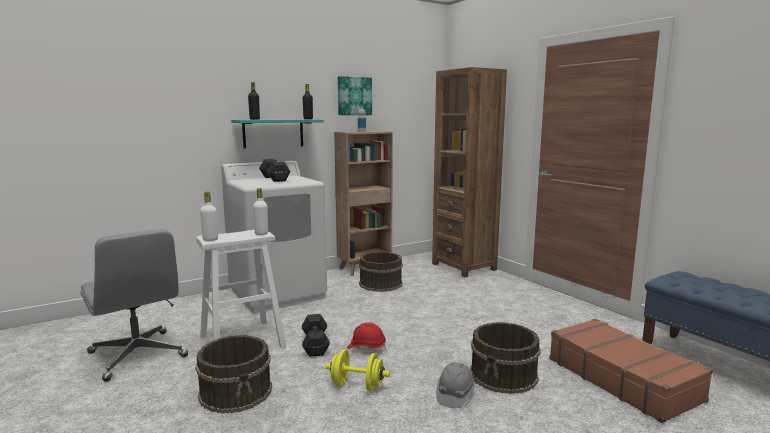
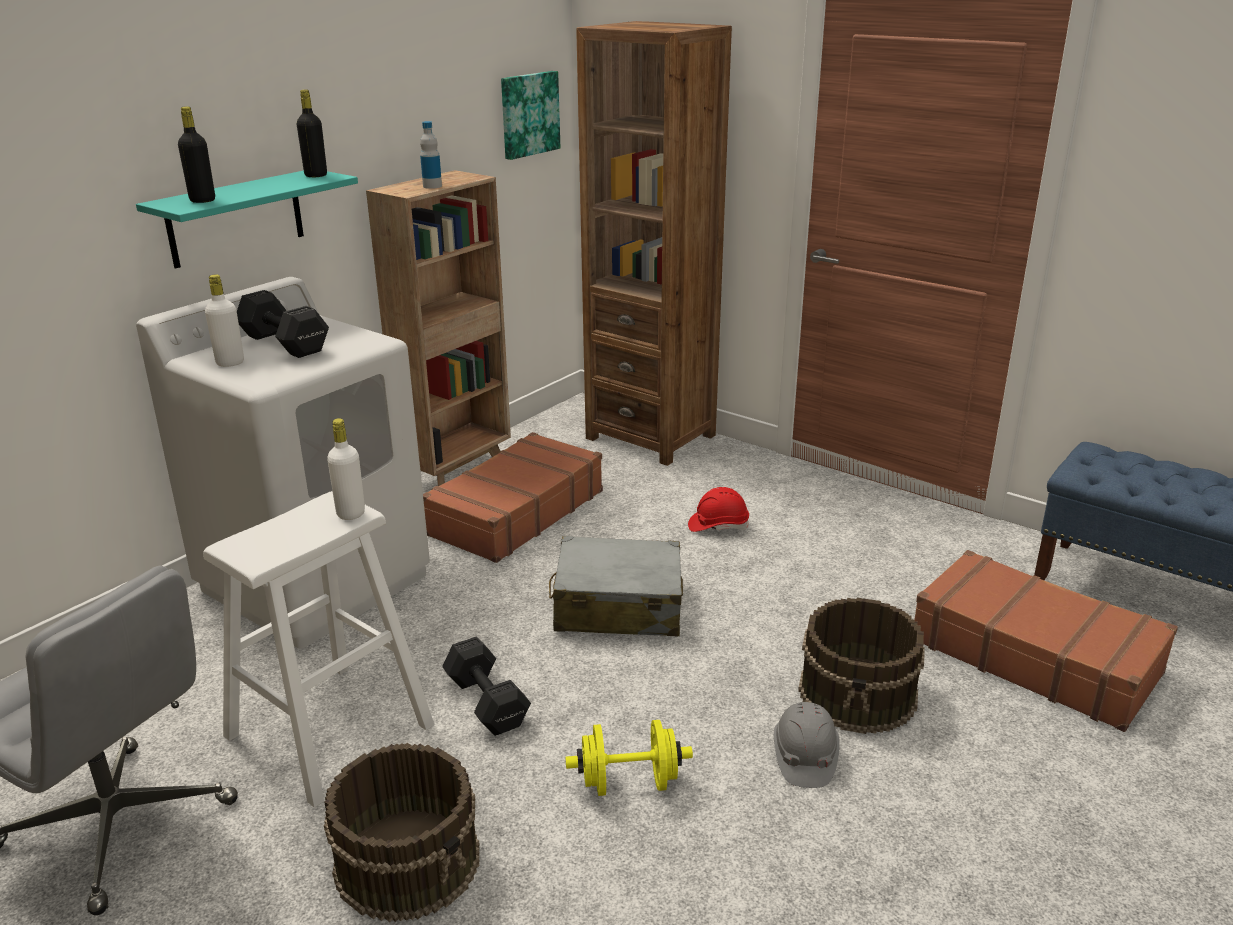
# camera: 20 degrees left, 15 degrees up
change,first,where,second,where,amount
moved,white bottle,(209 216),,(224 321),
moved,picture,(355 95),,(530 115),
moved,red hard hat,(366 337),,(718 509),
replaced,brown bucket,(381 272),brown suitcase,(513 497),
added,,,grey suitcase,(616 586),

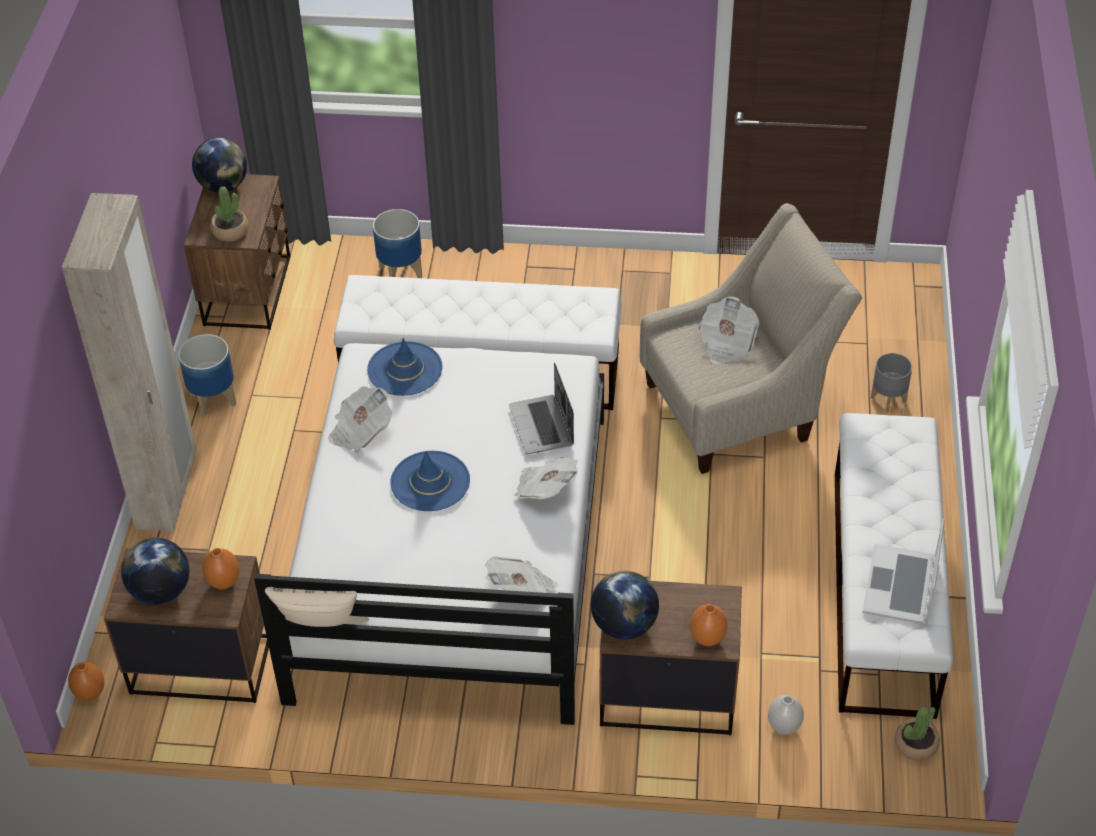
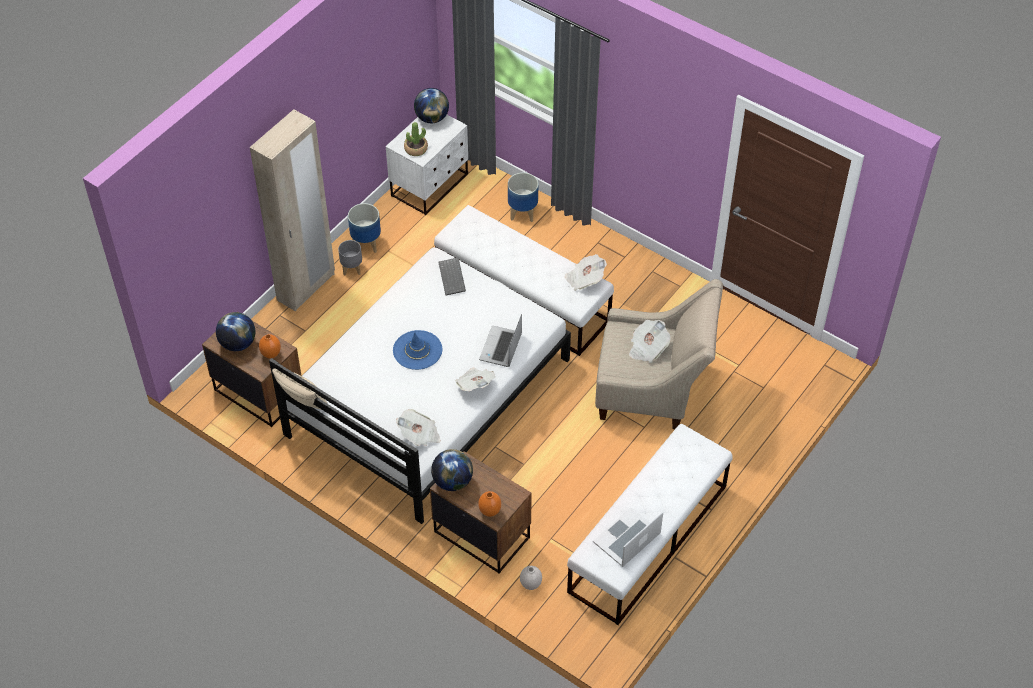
# camera: 30 degrees right, 5 degrees up
change,first,where,second,where,amount
removed,orange vase,(86 681),,,
recoloured,brown nightstand,(237 252),white nightstand,(427 165),
moved,newspaper,(360 419),,(586 272),
replaced,blue hat,(405 367),keyboard,(452 276),
moved,grey planter,(891 383),,(350 257),
removed,potted plant,(917 733),,,

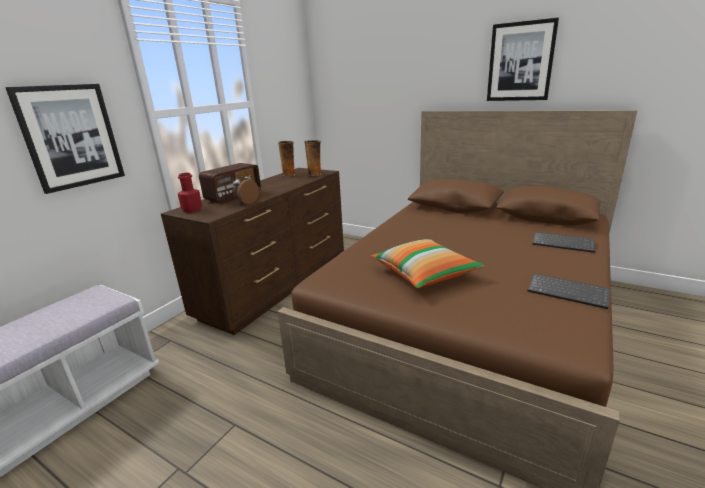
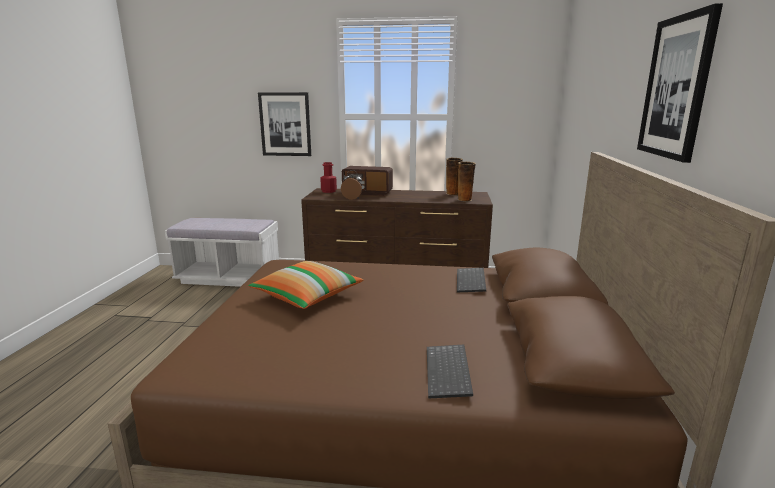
# camera: 65 degrees right, 5 degrees down
change,first,where,second,where,amount
moved,keyboard,(568 291),,(471 280),

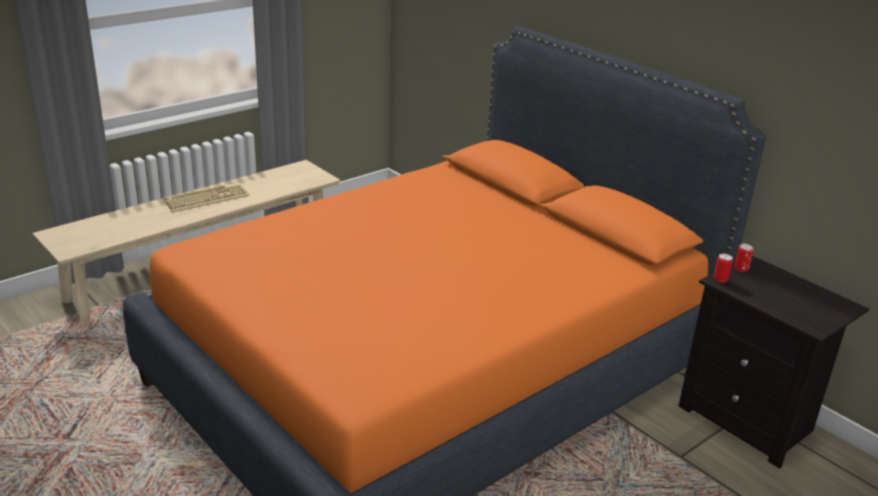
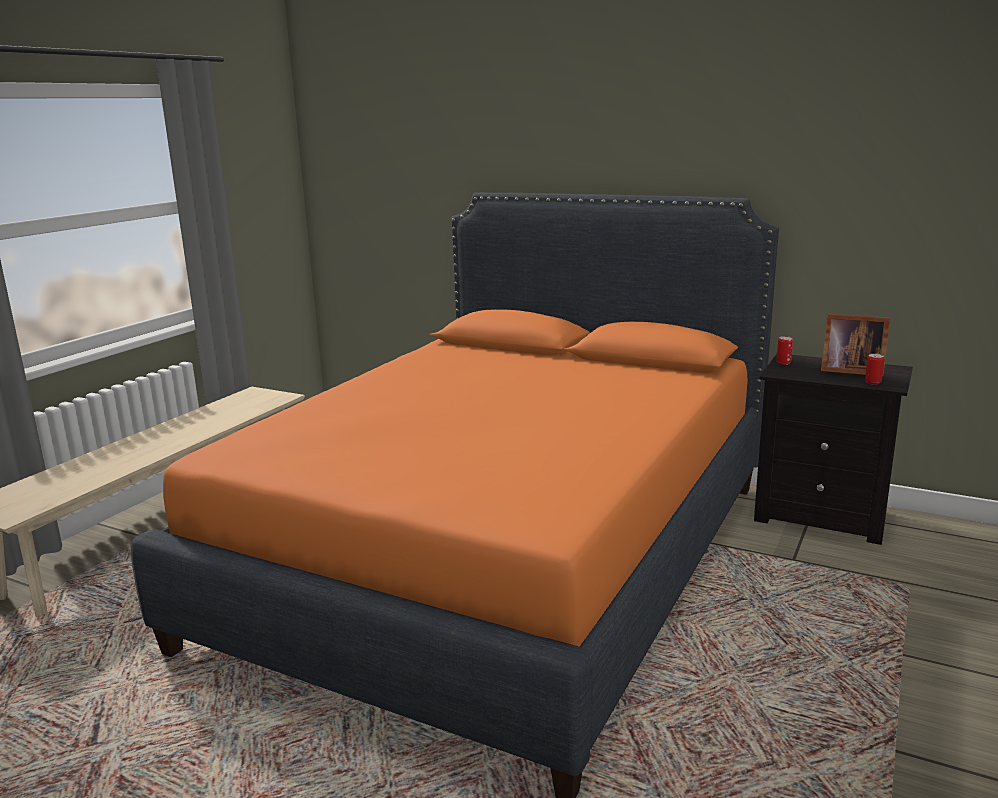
# camera: 20 degrees left, 10 degrees down
change,first,where,second,where,amount
removed,keyboard,(206 197),,,
moved,can,(723 268),,(874 369),
added,,,picture frame,(855 345),

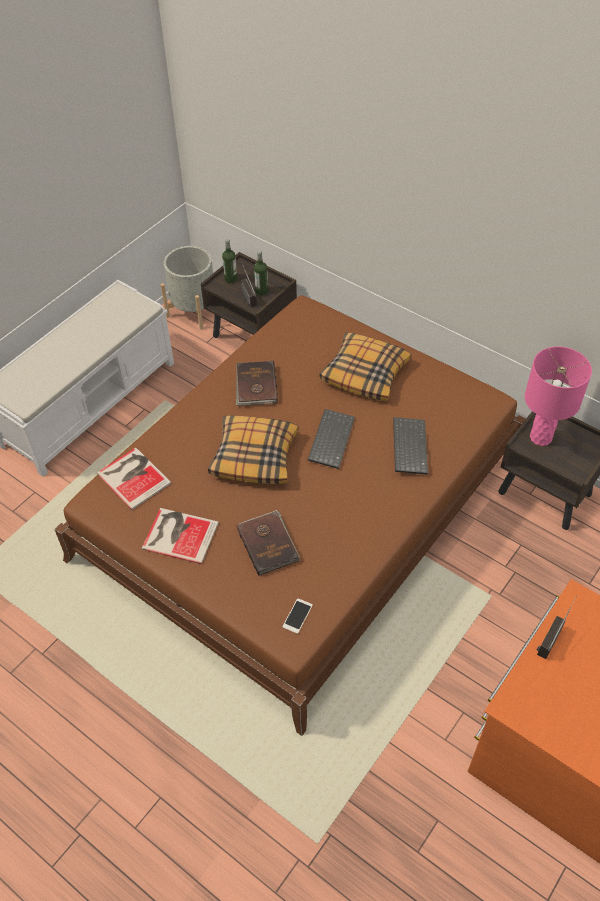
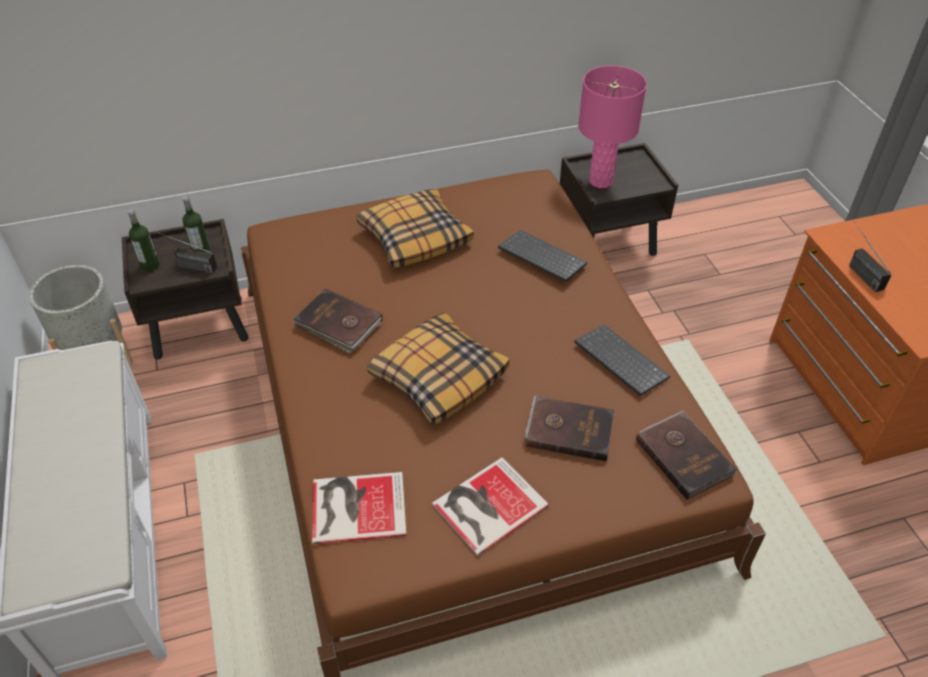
# camera: 55 degrees left, 5 degrees down
change,first,where,second,where,amount
replaced,phone,(297 616),brown book,(686 455),
moved,keyboard,(331 439),,(622 360),

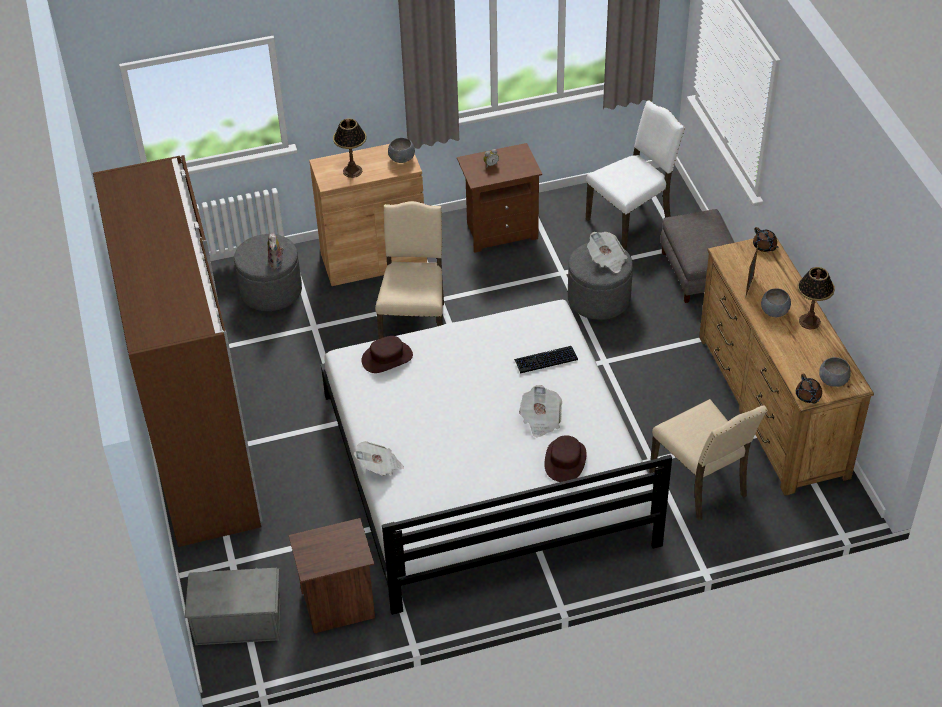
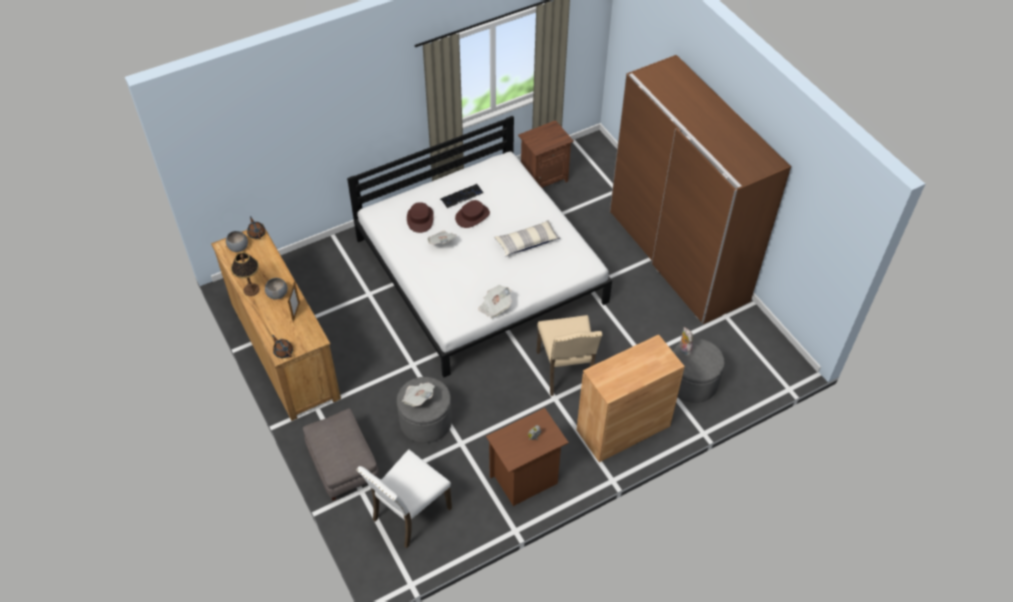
# camera: 165 degrees right, 5 degrees up
change,first,where,second,where,amount
removed,grey storage box,(232 606),,,
removed,table lamp,(349 148),,,
moved,newspaper,(379 458),,(495 301),
moved,brown hat,(387 354),,(472 214),
removed,grey bowl,(401 150),,,
moved,keyboard,(546 359),,(461 196),
removed,beige chair,(708 460),,,
added,,,pillow,(527 238),

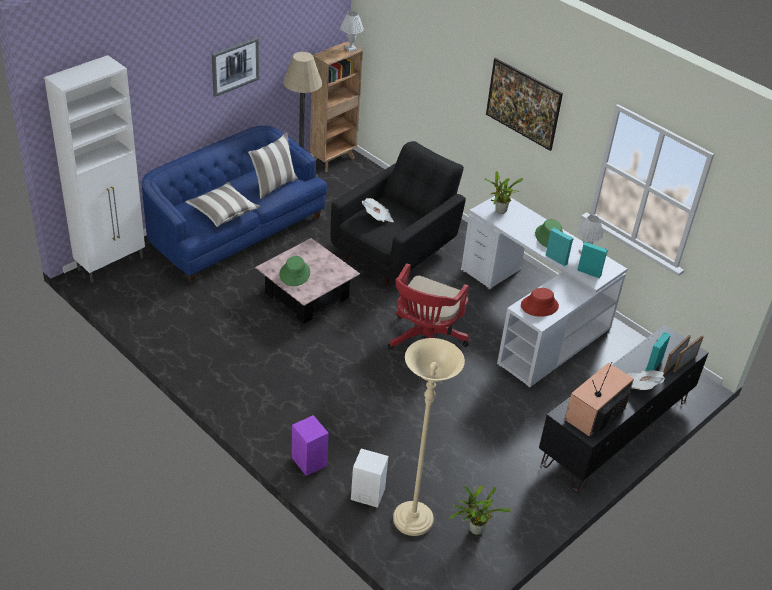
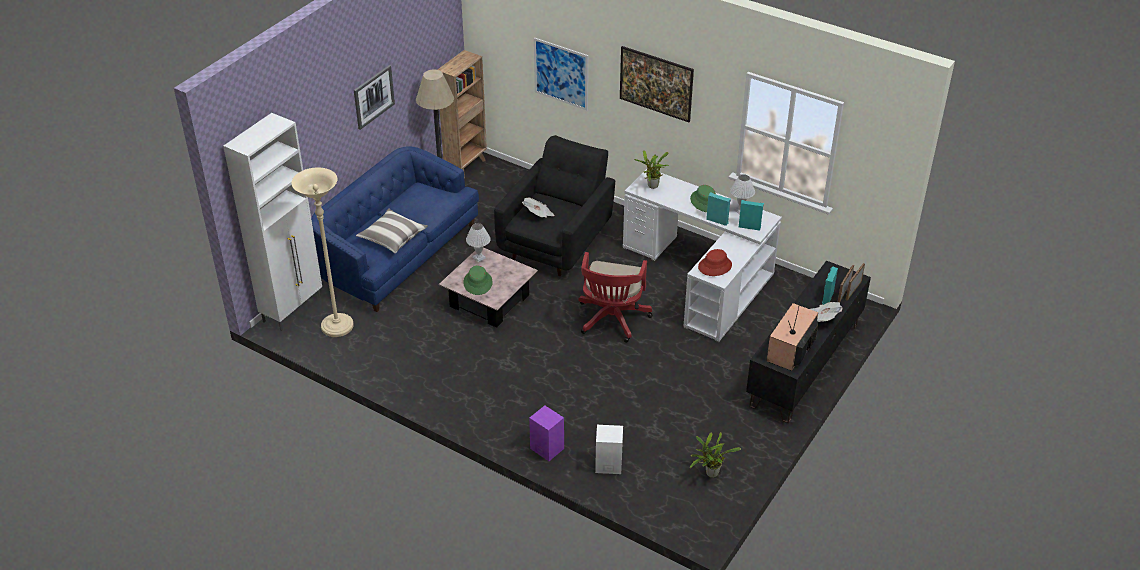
# camera: 10 degrees left, 0 degrees up
change,first,where,second,where,amount
removed,pillow,(273 165),,,
moved,white table lamp,(352 31),,(478 242),
moved,beige floor lamp,(429 437),,(323 252),
added,,,picture,(561 74),

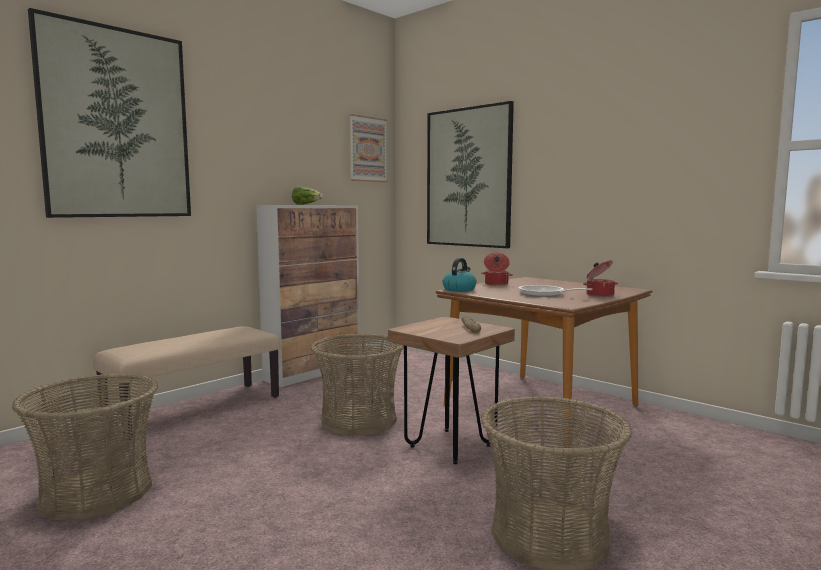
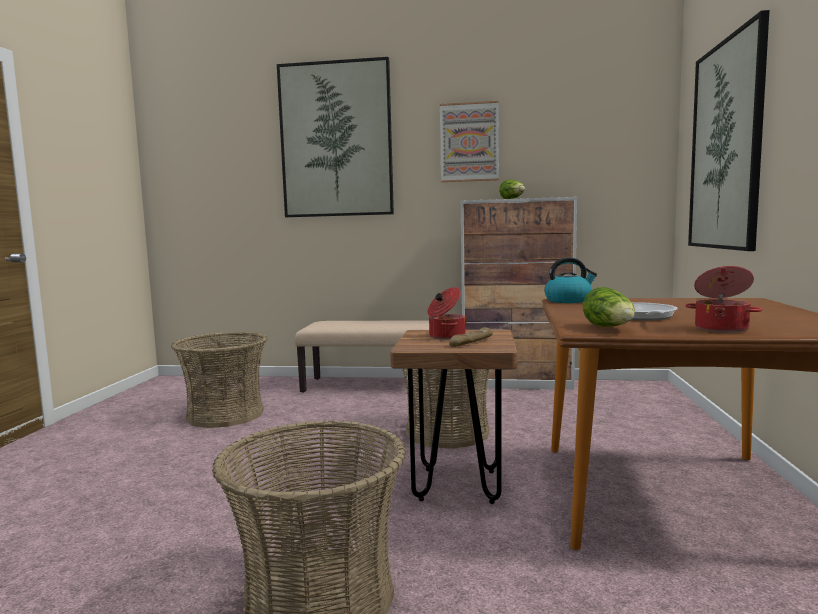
# camera: 55 degrees right, 0 degrees up
change,first,where,second,where,amount
moved,picture,(368 148),,(469 141),
moved,cooking pot,(497 269),,(447 313),
added,,,lettuce,(609 307),

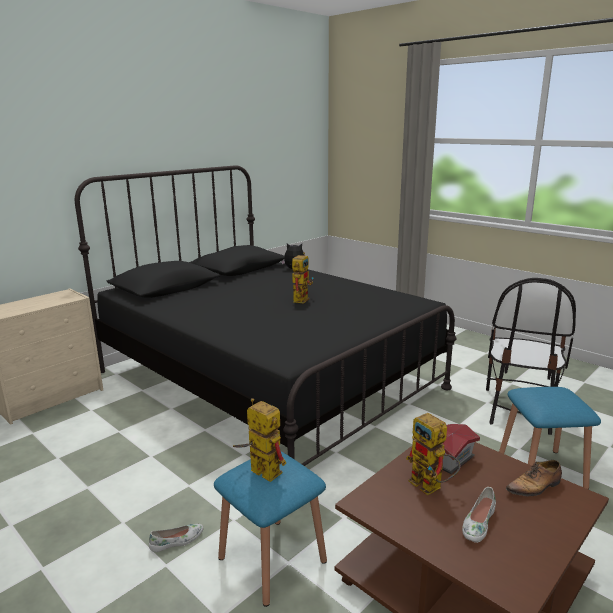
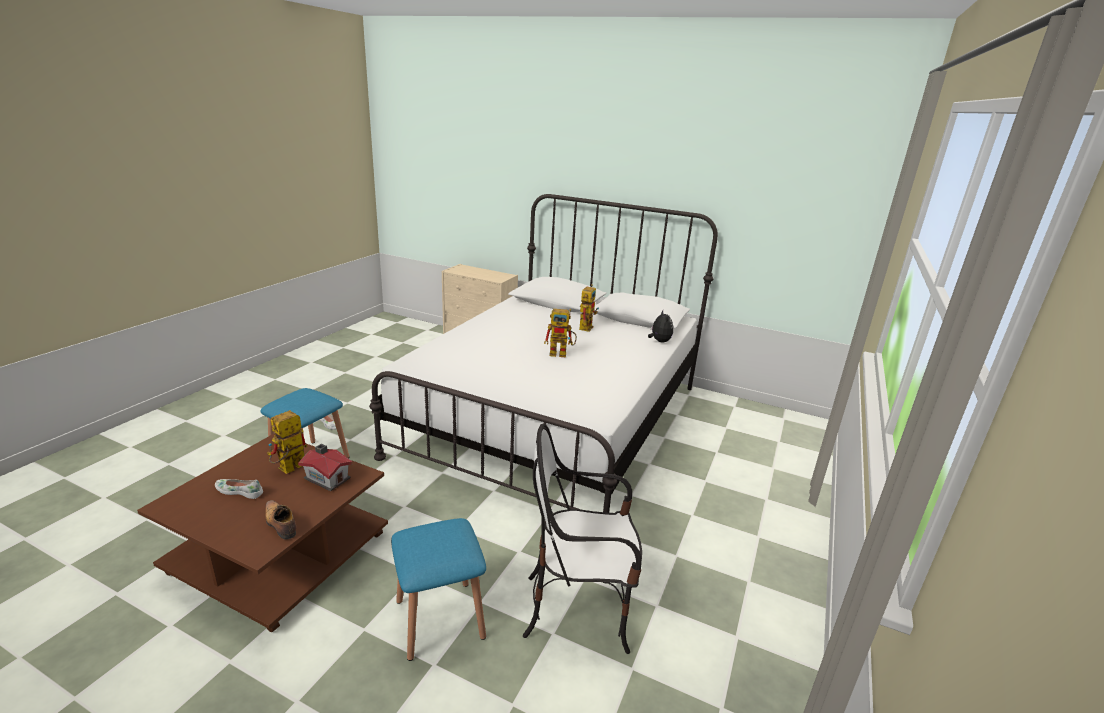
# camera: 70 degrees right, 5 degrees up
change,first,where,second,where,amount
recoloured,black bed,(266 315),white bed,(543 353),
moved,toy robot,(259 440),,(589 308),

